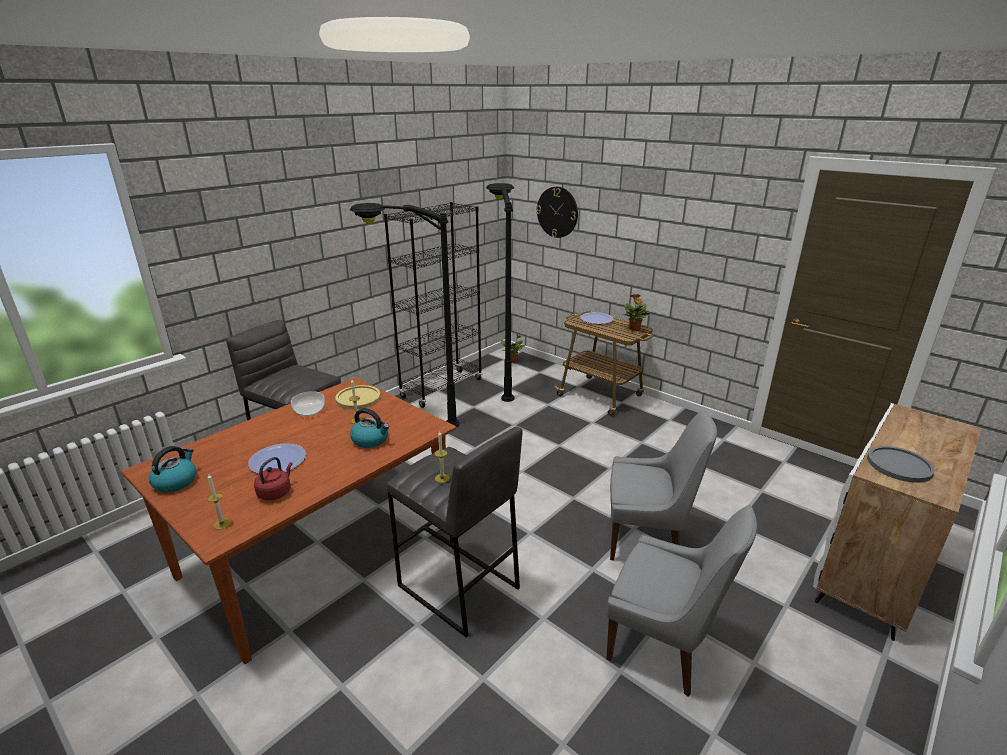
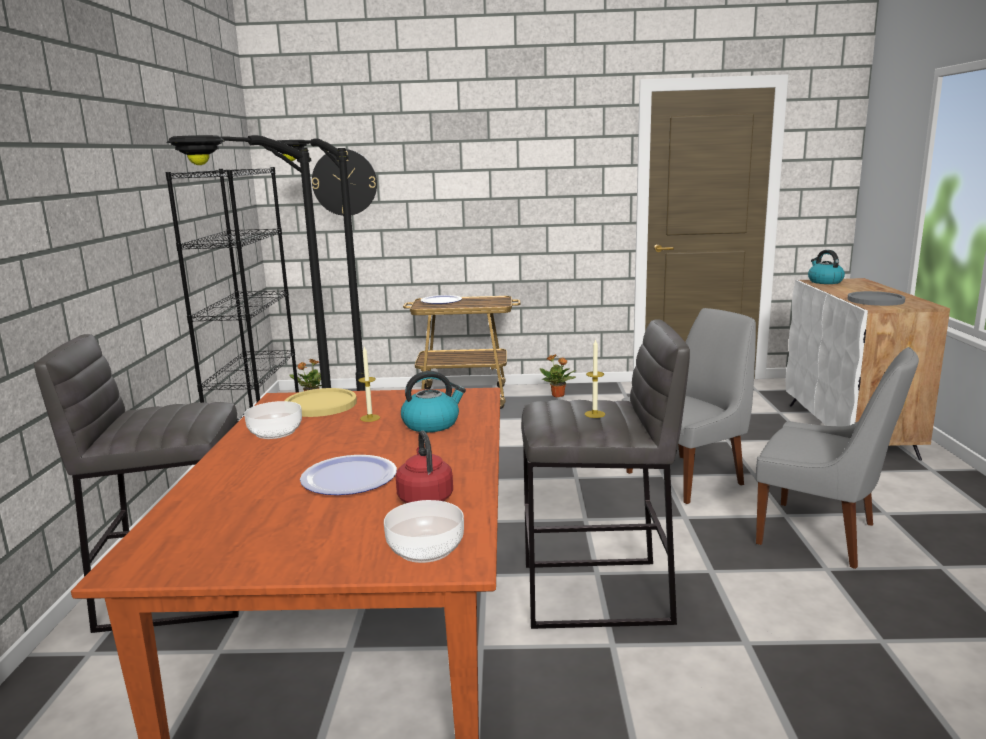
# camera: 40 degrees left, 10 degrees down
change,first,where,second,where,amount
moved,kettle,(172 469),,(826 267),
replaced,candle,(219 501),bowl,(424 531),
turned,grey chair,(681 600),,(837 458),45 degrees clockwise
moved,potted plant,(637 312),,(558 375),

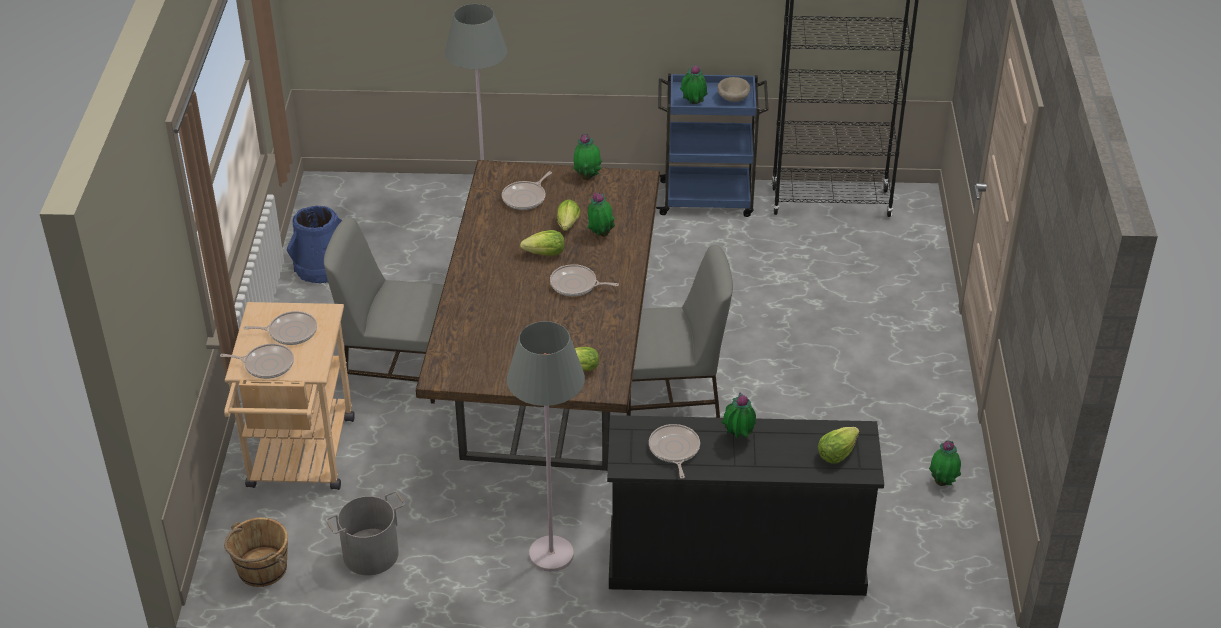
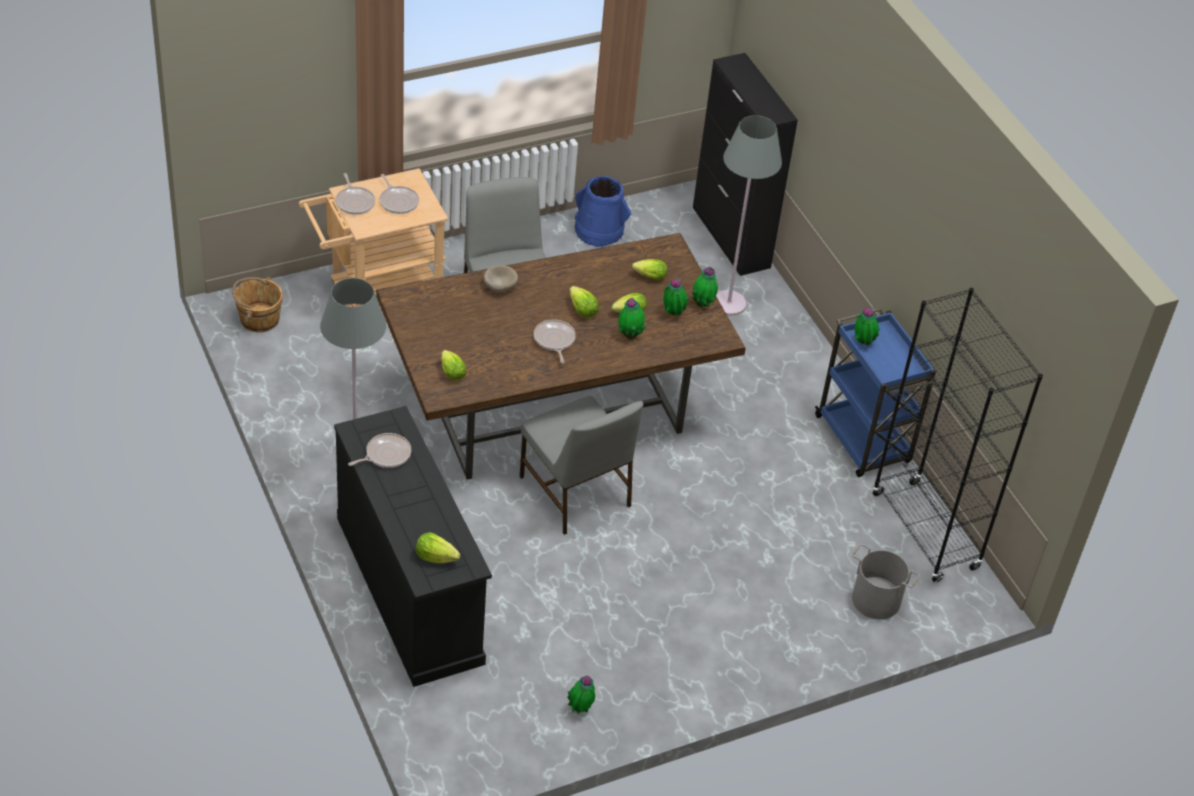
# camera: 60 degrees right, 5 degrees up
change,first,where,second,where,amount
moved,grey bucket,(365 533),,(886 581),
replaced,frying pan,(527 190),lettuce,(649 269),
moved,beige bowl,(733 89),,(501 278),
moved,potted plant,(738 415),,(676 297),
added,,,black cabinet,(745 164),

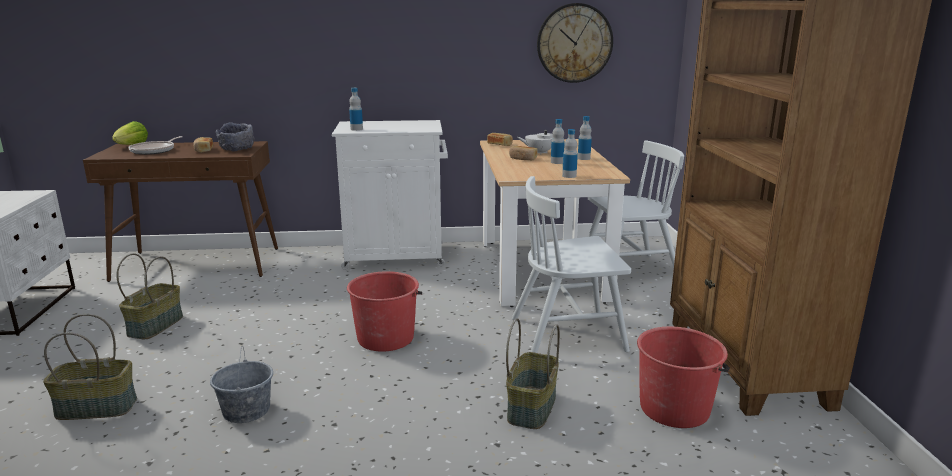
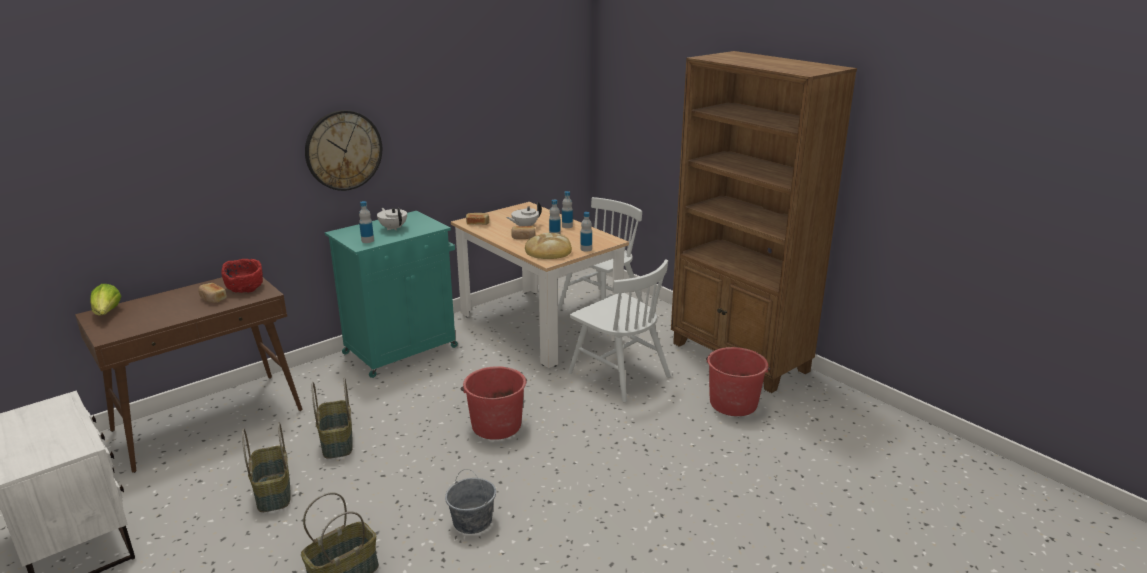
# camera: 35 degrees left, 5 degrees up
change,first,where,second,where,amount
removed,frying pan,(155 145),,,
recoloured,grey bowl,(235 137),red bowl,(242 276),
recoloured,white cabinet,(390 195),turquoise cabinet,(391 294),
moved,basket,(533 373),,(332 418),
turned,white chair,(571 264),,(619 330),90 degrees counterclockwise
moved,wall clock,(575 43),,(343 150),
added,,,white teapot,(392 219),
added,,,bread,(548 246),

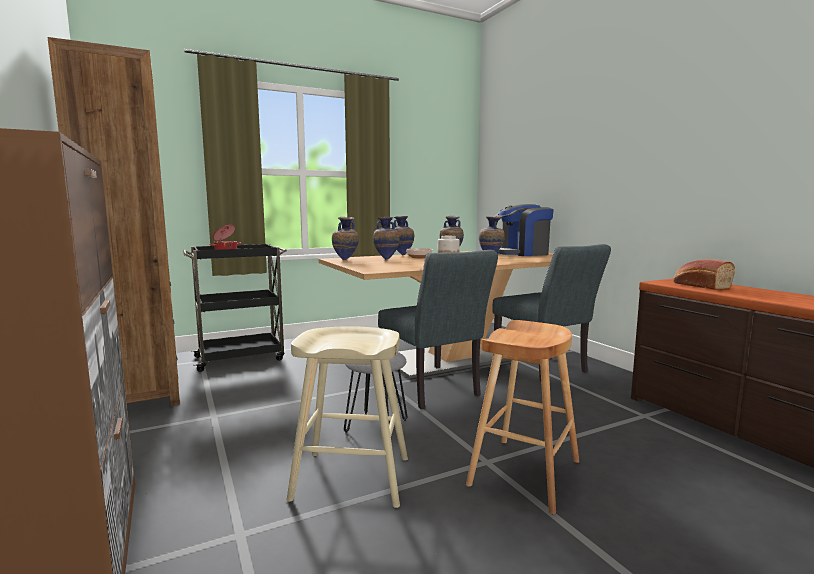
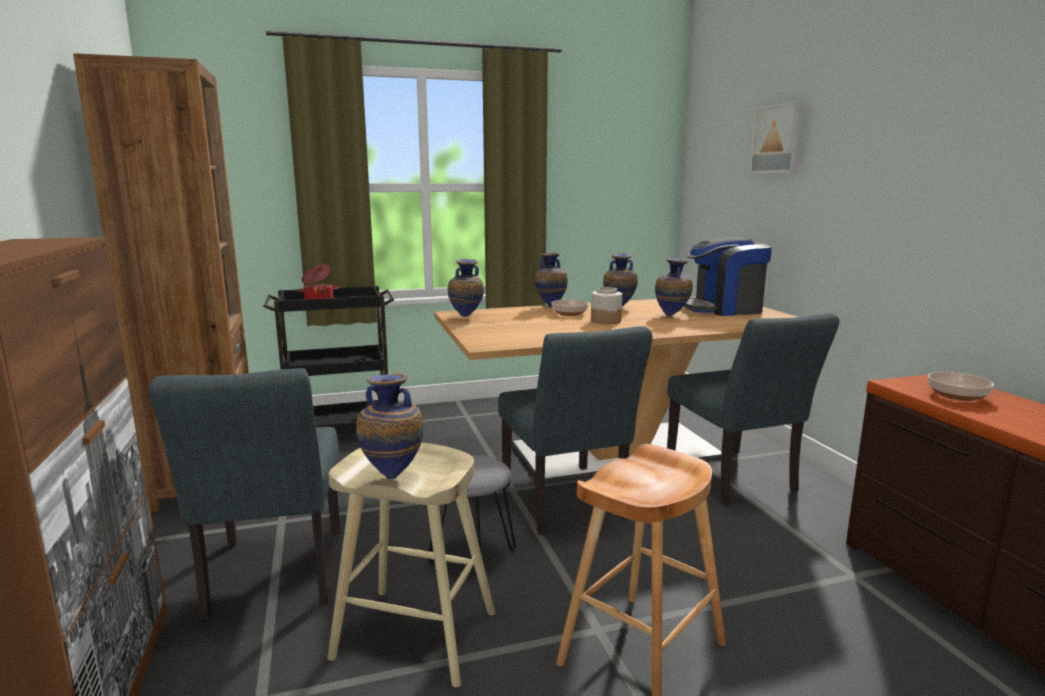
# camera: 10 degrees right, 5 degrees up
change,first,where,second,where,amount
moved,vase,(386 238),,(390 426),
replaced,bread,(704 274),bowl,(961 386),
added,,,grey chair,(244 493),
added,,,picture,(777 137),

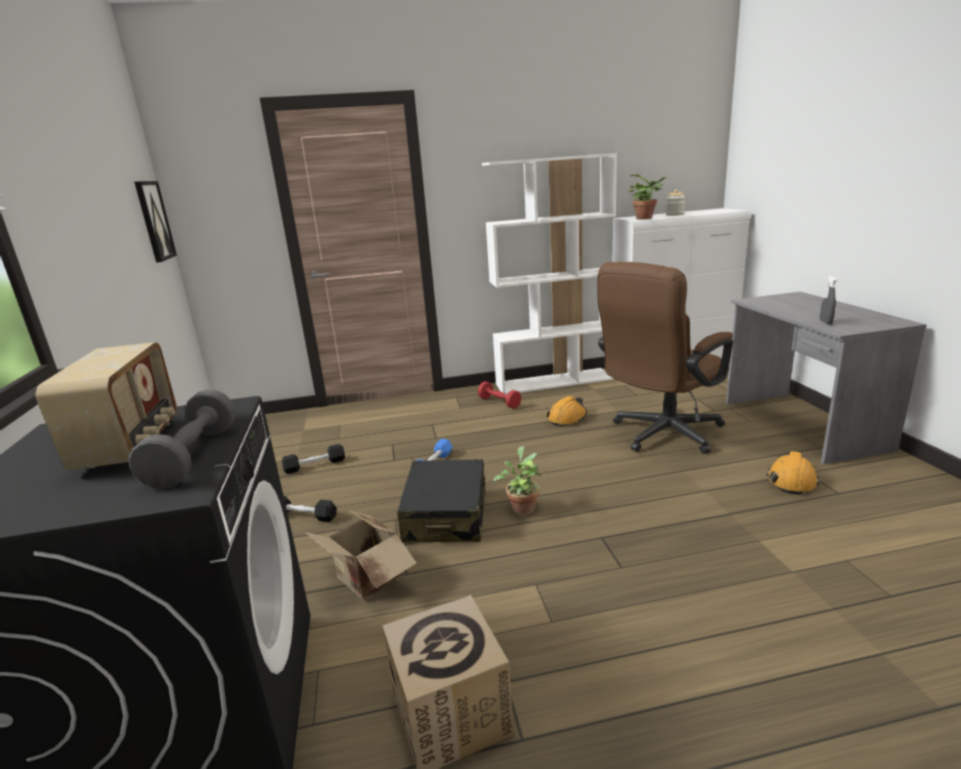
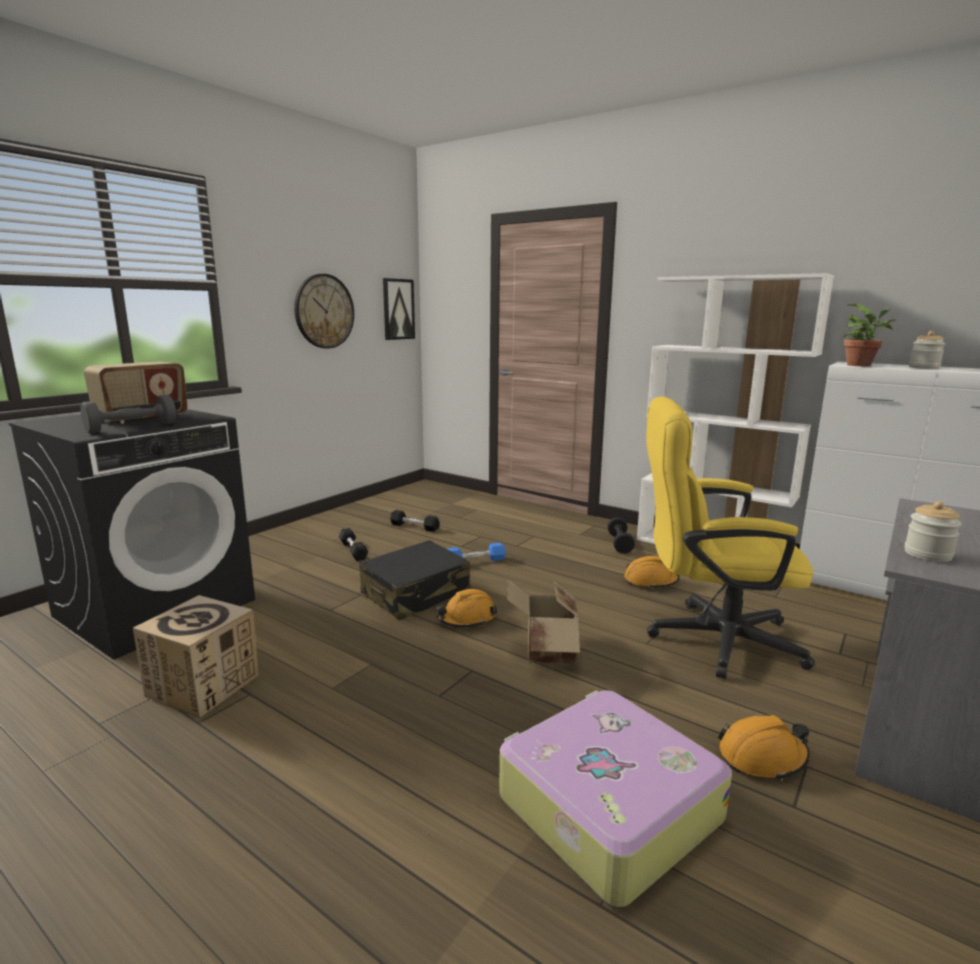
# camera: 45 degrees right, 5 degrees down
change,first,where,second,where,amount
moved,cardboard box,(361 555),,(543 622),
recoloured,red dumbbell,(499 395),black dumbbell,(621 535),
replaced,potted plant,(517 481),orange hard hat,(466 608),
recoloured,brown office chair,(665 358),yellow office chair,(730 537),
replaced,grey spray bottle,(828 300),jar,(933 531),
added,,,wall clock,(324 311),
added,,,suitcase,(615 798),

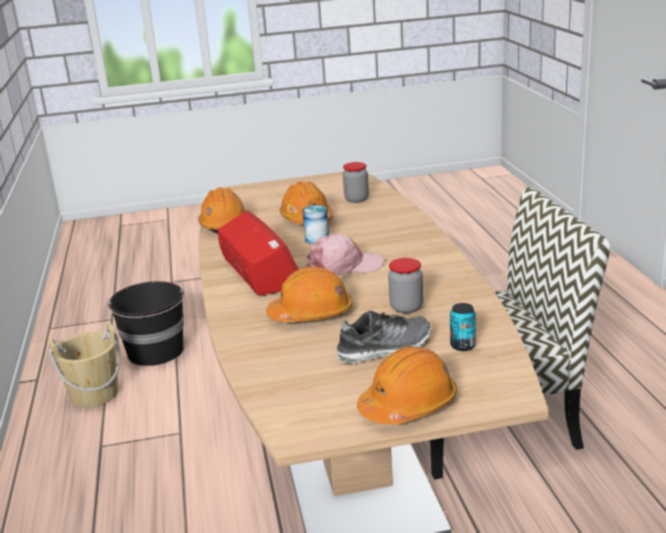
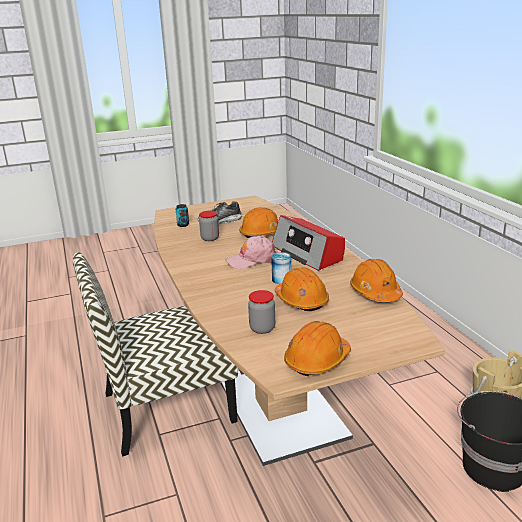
# camera: 170 degrees right, 0 degrees up
change,first,where,second,where,amount
moved,orange hard hat,(407 385),,(317 348),

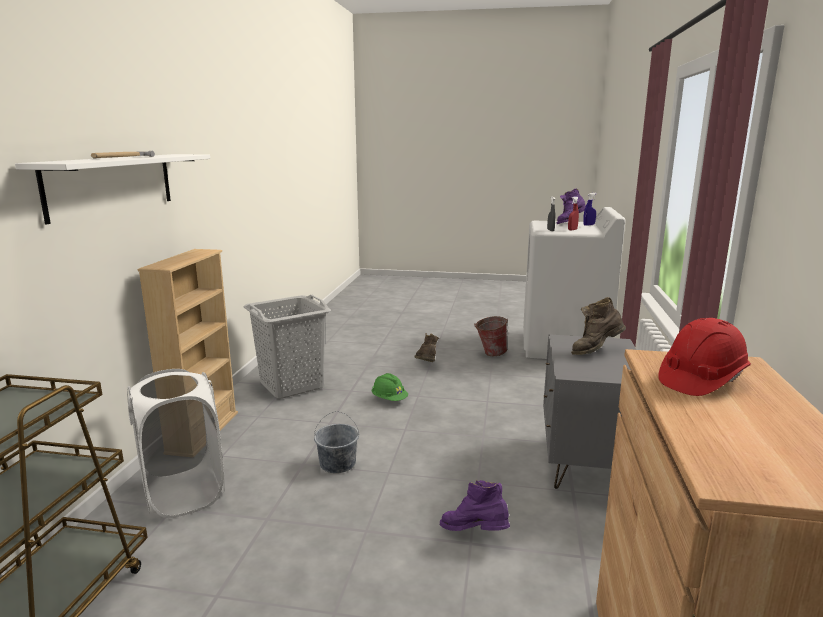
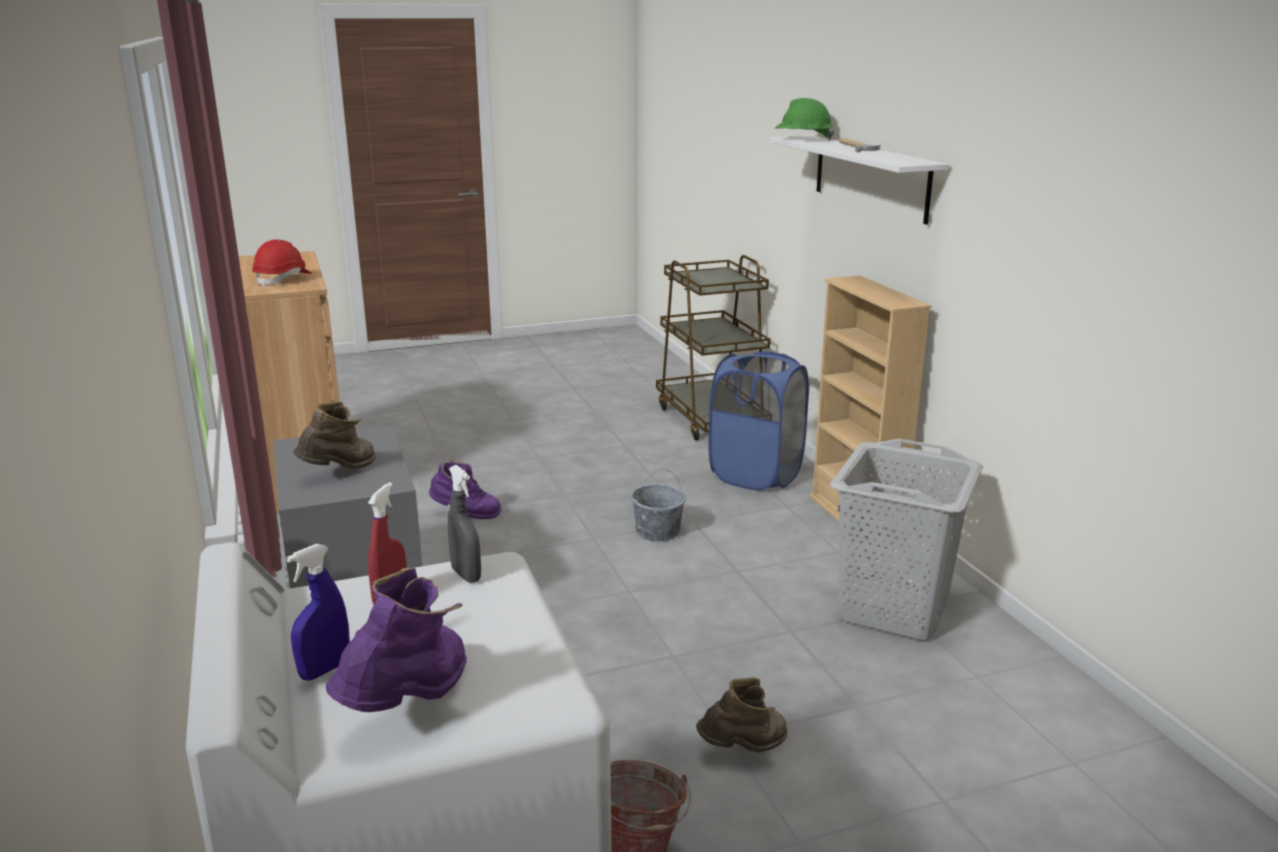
# camera: 150 degrees right, 5 degrees up
change,first,where,second,where,amount
recoloured,white laundry basket,(176 443),blue laundry basket,(759 421),
moved,green hard hat,(390 387),,(804 119),
turned,brown boot,(427 347),,(742 715),75 degrees counterclockwise

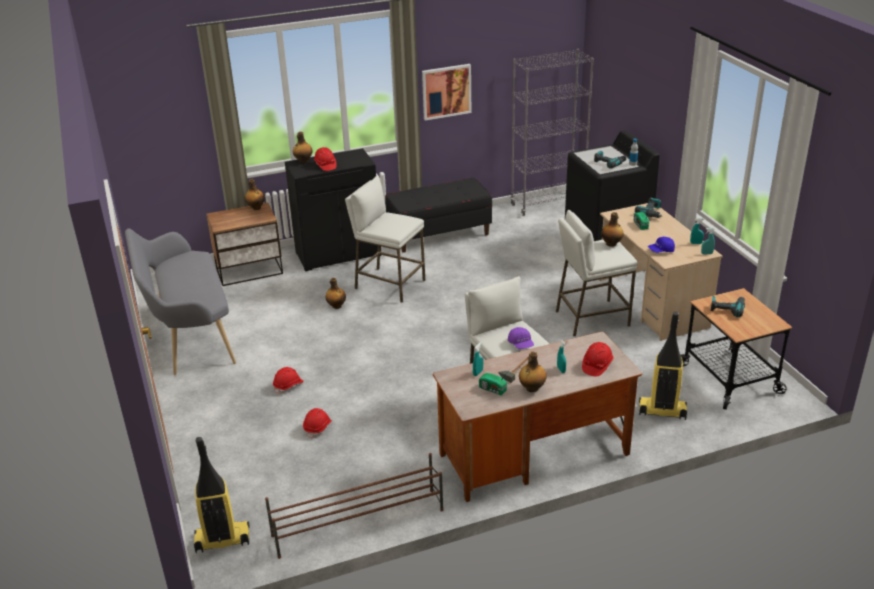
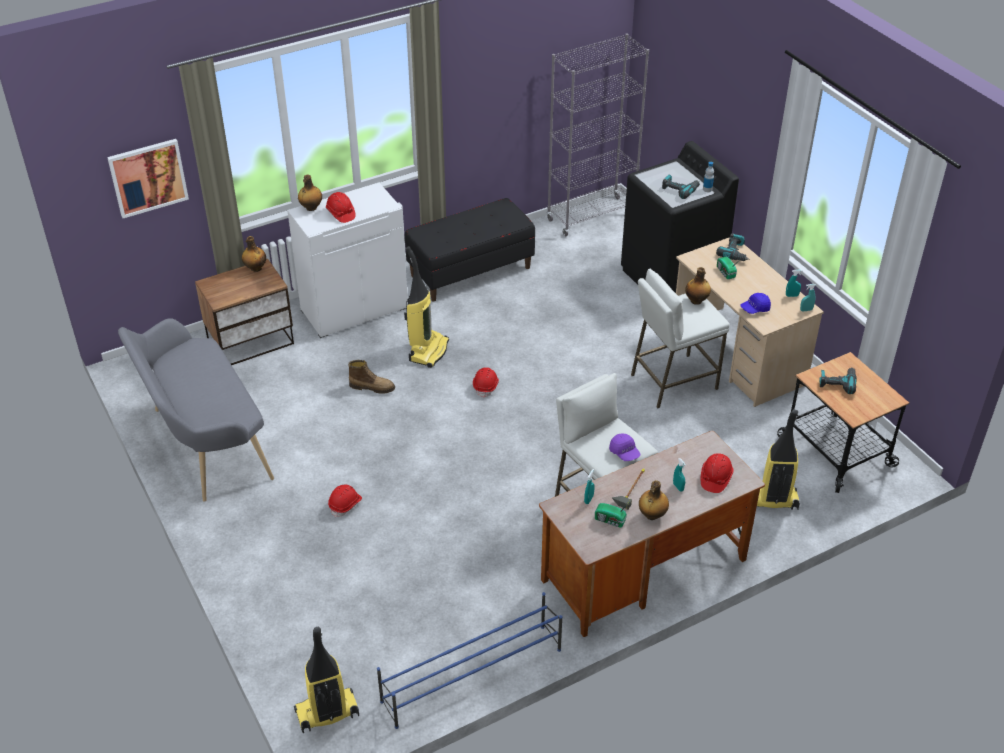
# camera: 10 degrees left, 10 degrees up
change,first,where,second,where,amount
recoloured,brown shoe rack,(354 506),blue shoe rack,(470 660),
recoloured,black cabinet,(333 209),white cabinet,(347 260),
moved,red hard hat,(317 423),,(486 382),
replaced,bottle,(335 293),boot,(371 377),
replaced,white stool,(385 238),vacuum cleaner,(426 307),
moved,picture,(446 92),,(148 178),

